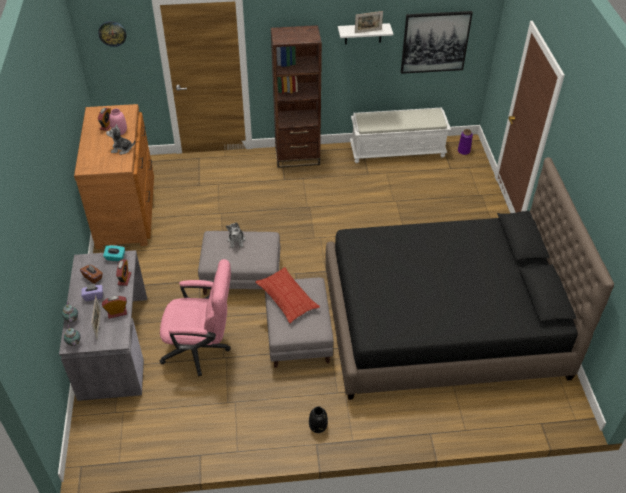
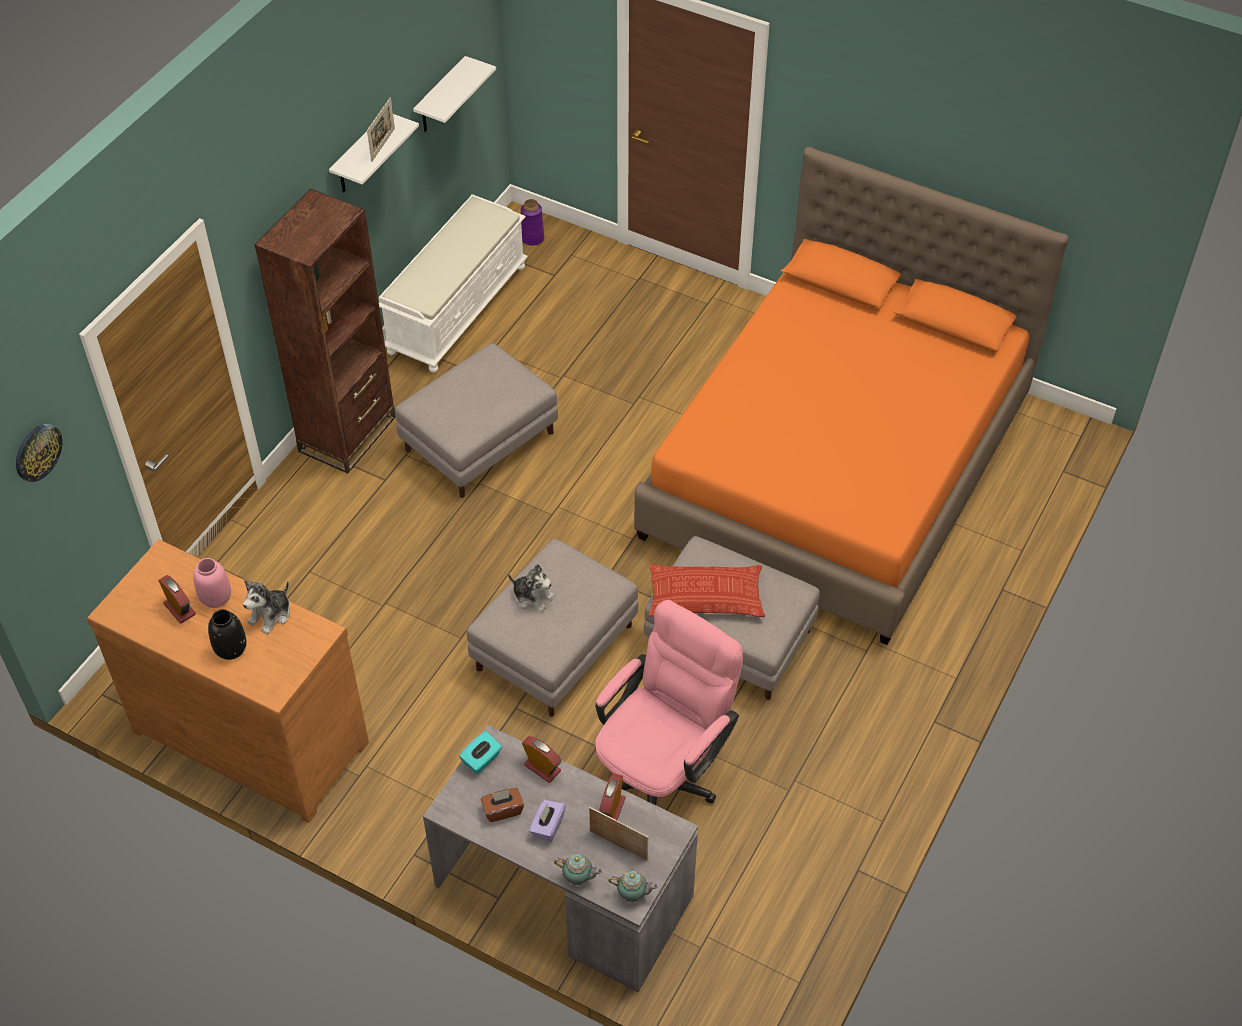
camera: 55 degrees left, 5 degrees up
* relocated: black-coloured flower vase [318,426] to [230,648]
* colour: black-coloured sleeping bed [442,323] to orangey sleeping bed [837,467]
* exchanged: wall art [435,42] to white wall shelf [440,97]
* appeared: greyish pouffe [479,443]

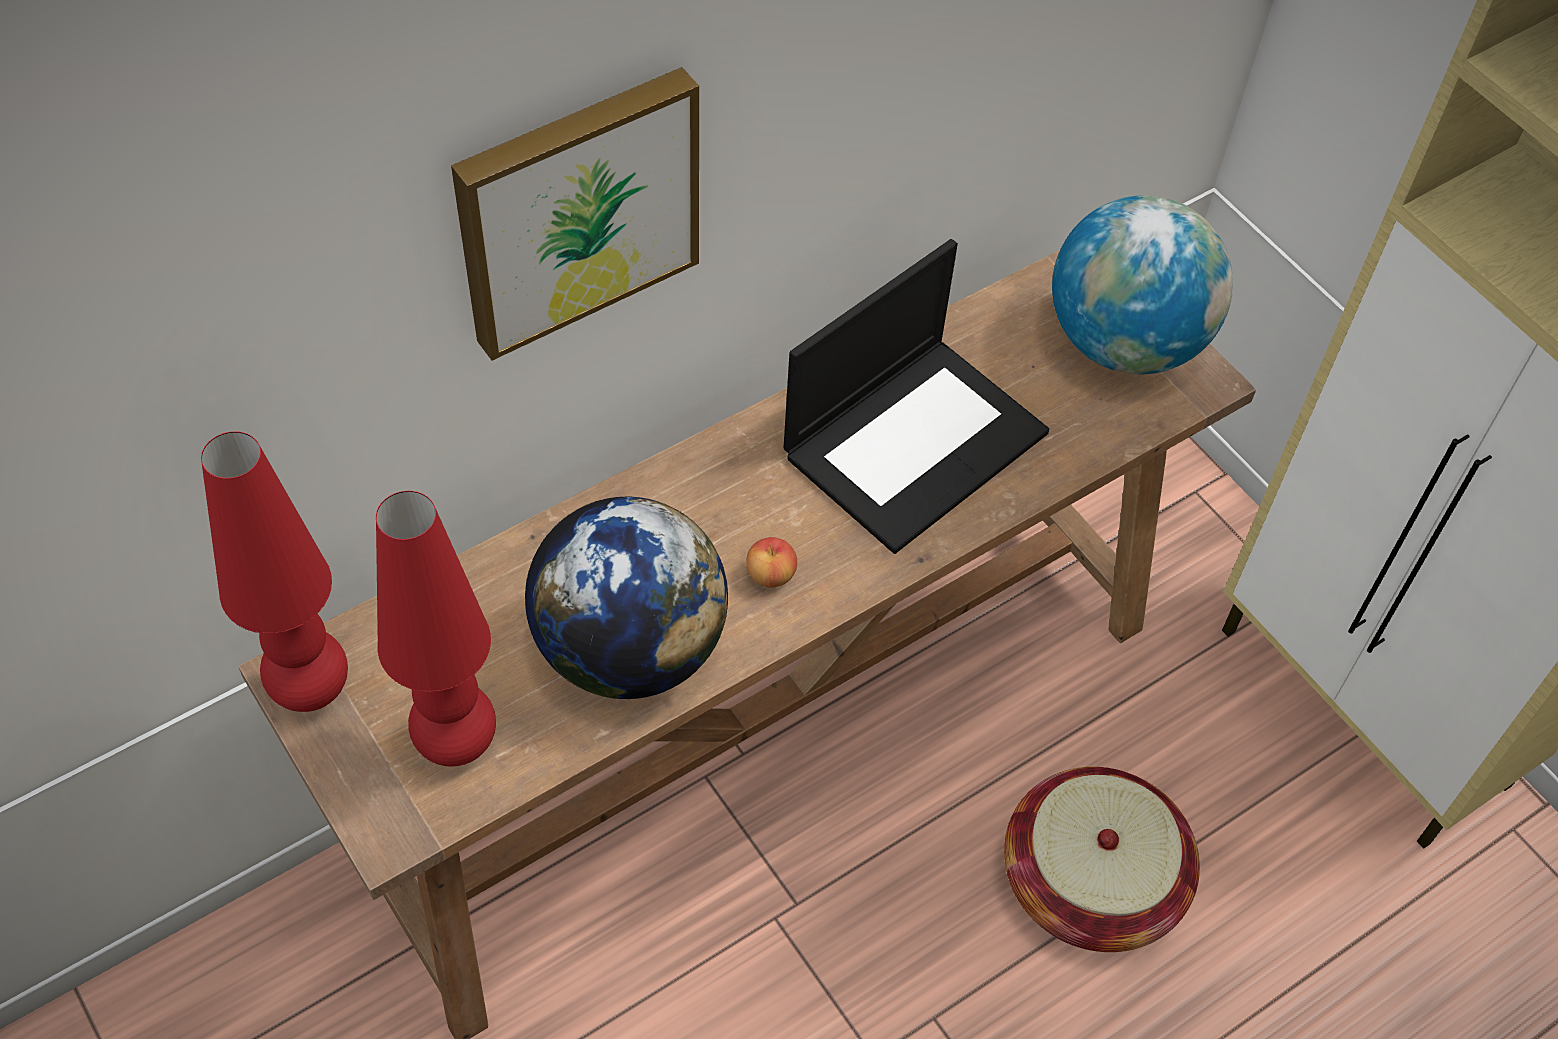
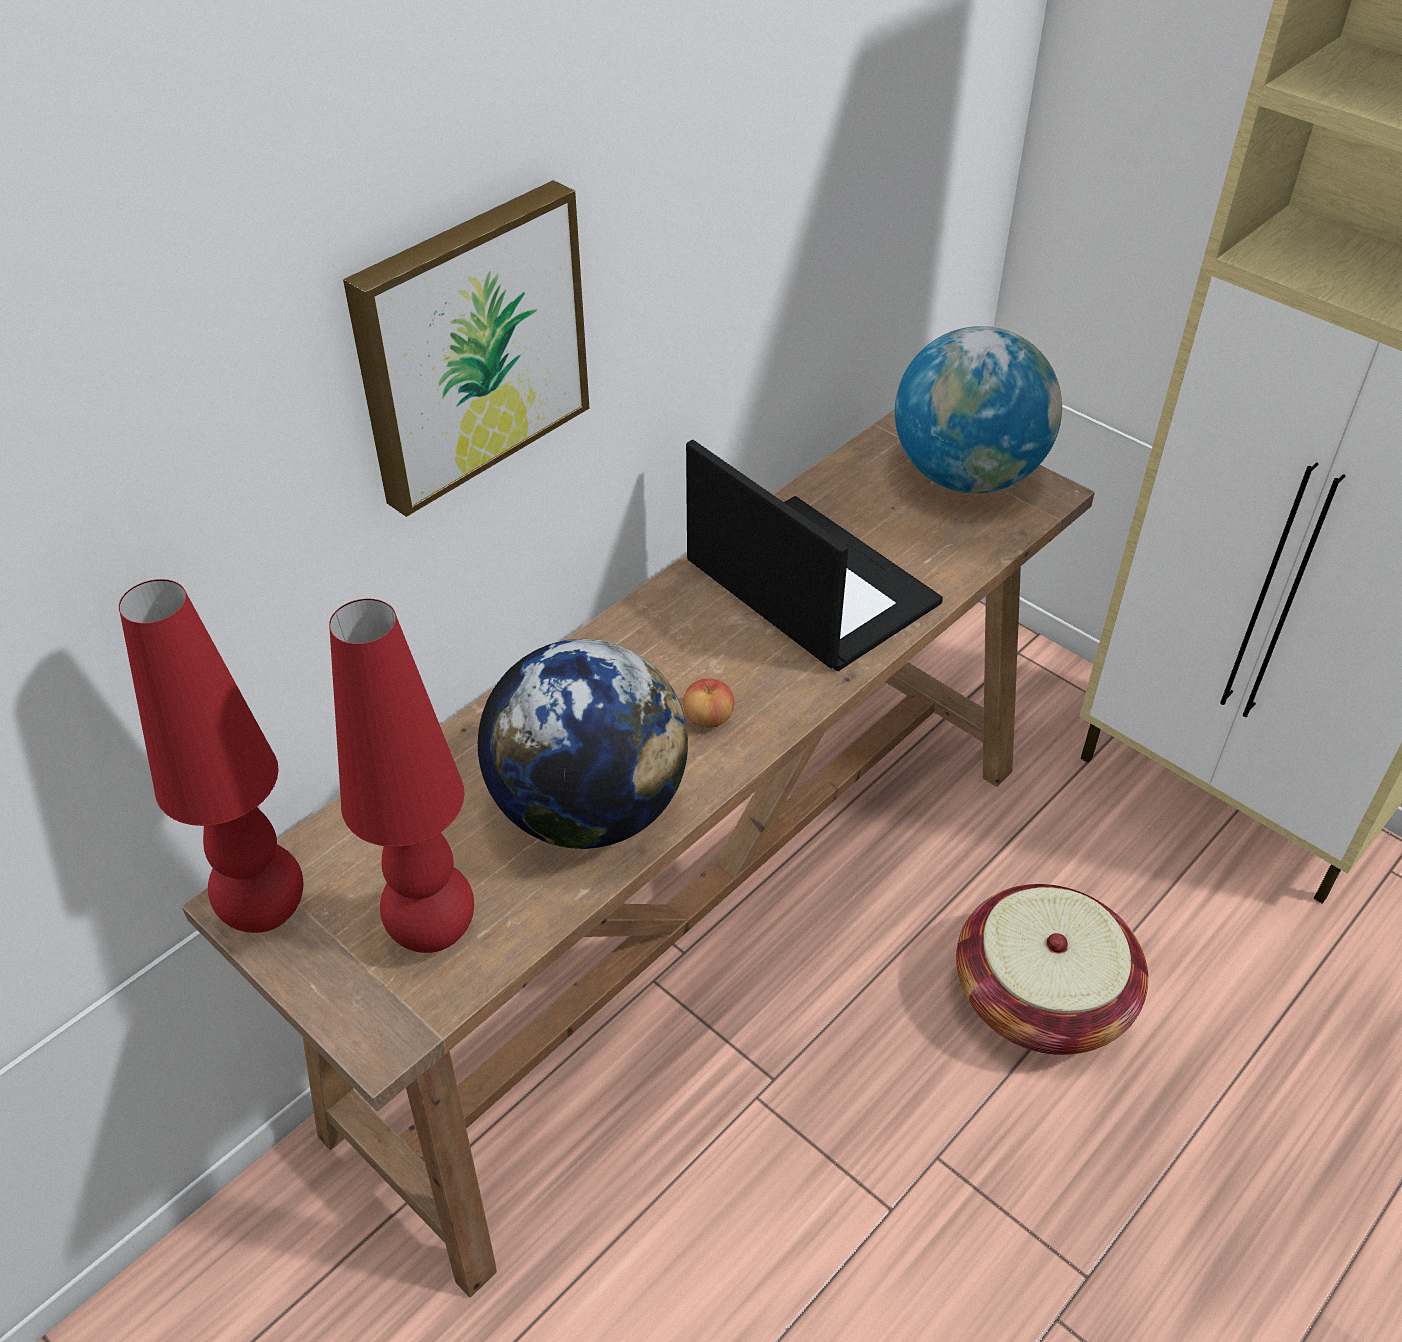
camera: 10 degrees left, 10 degrees down
* spun: notebook computer [915,441] = [807,583] 75 degrees counterclockwise

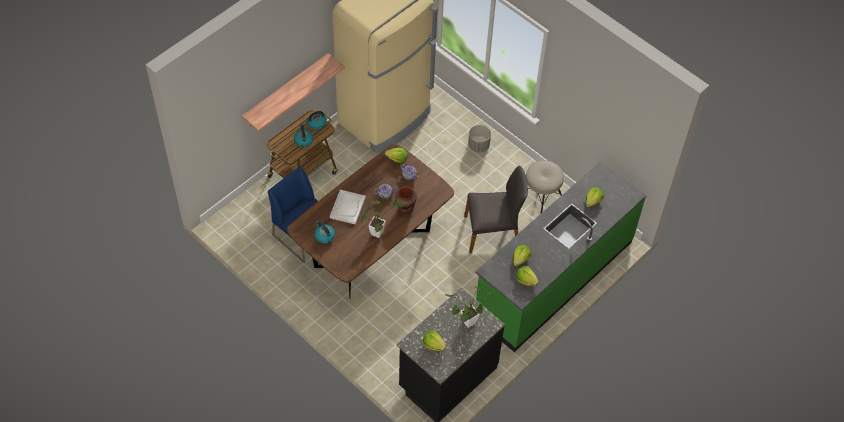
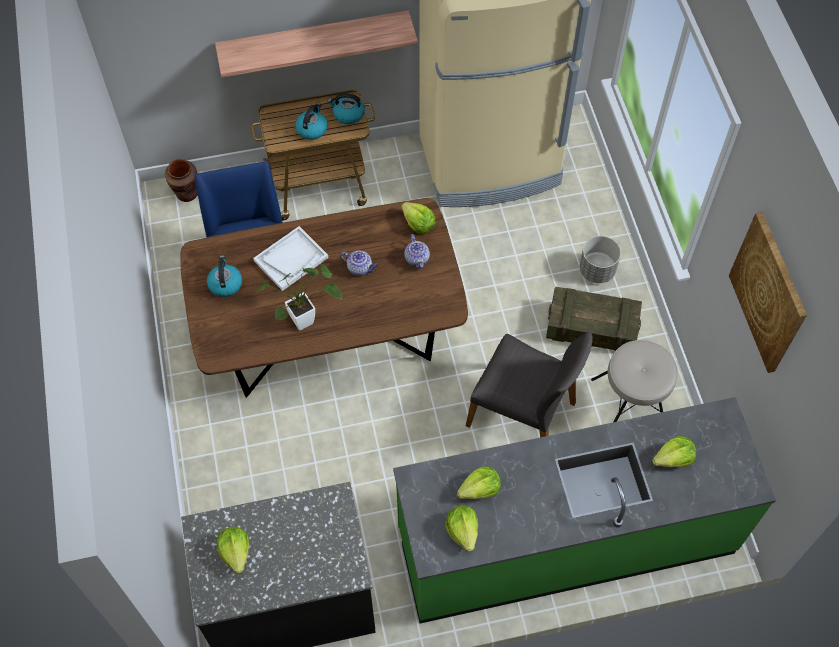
camera: 35 degrees right, 5 degrees up
* relocated: brown-coloured flower vase [405,209] to [186,193]
* missing: potted plant [466,323]
* appeared: shipping crate [591,328]
* appeared: wall art [768,293]

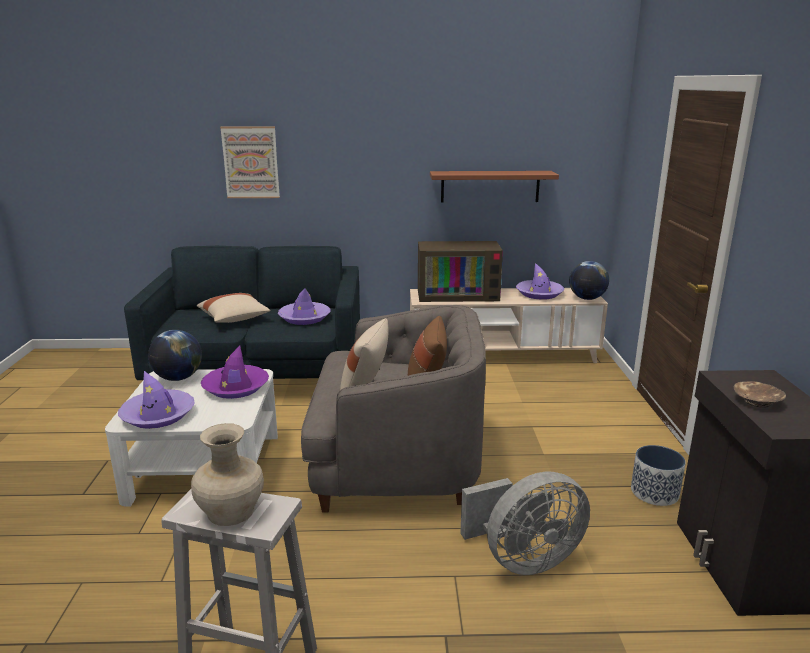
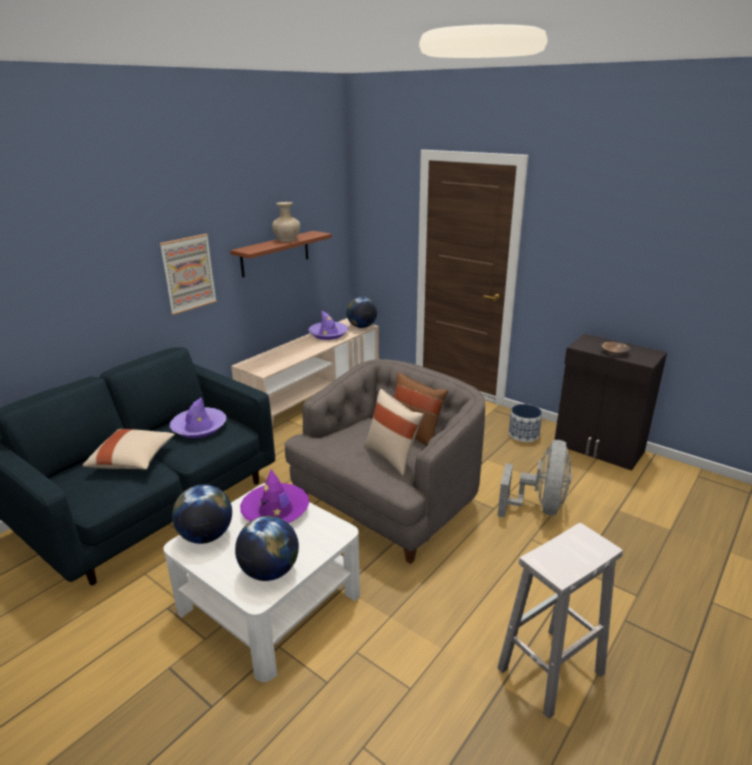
camera: 50 degrees left, 5 degrees up
* exchanged: purple wearable hat [158,415] to world globe [270,571]
* relocated: beige flower vase [231,512] to [287,239]
* relocated: wall art [251,162] to [188,273]
* missing: TV [458,294]

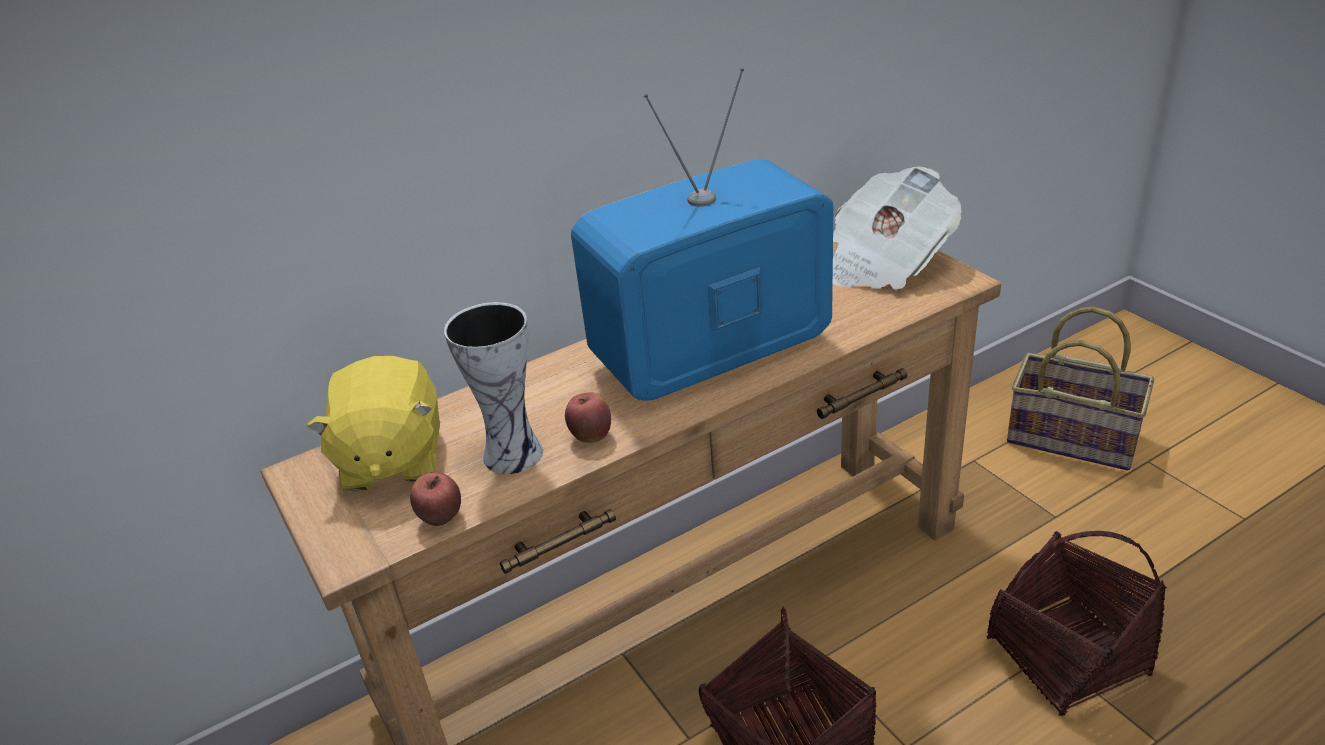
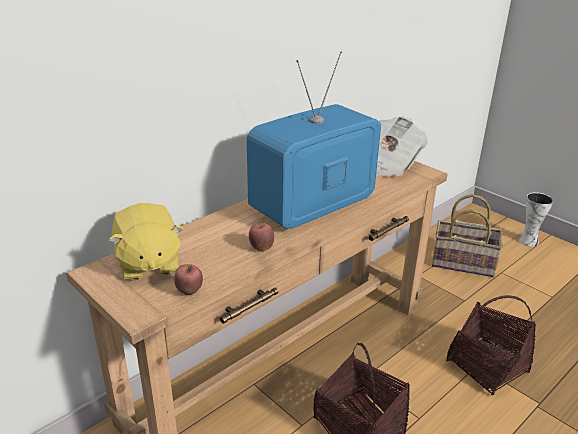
camera: 15 degrees left, 5 degrees down
* relocated: flower vase [515,452] to [528,240]

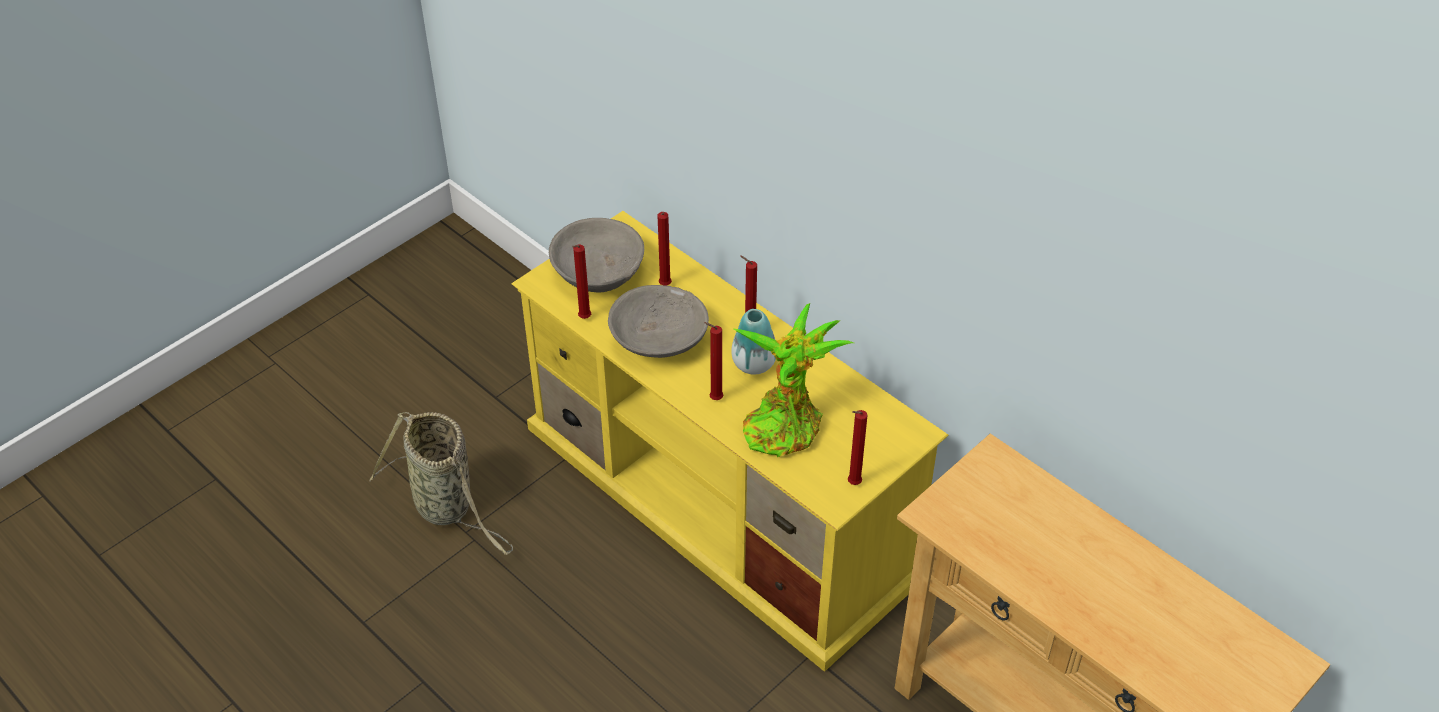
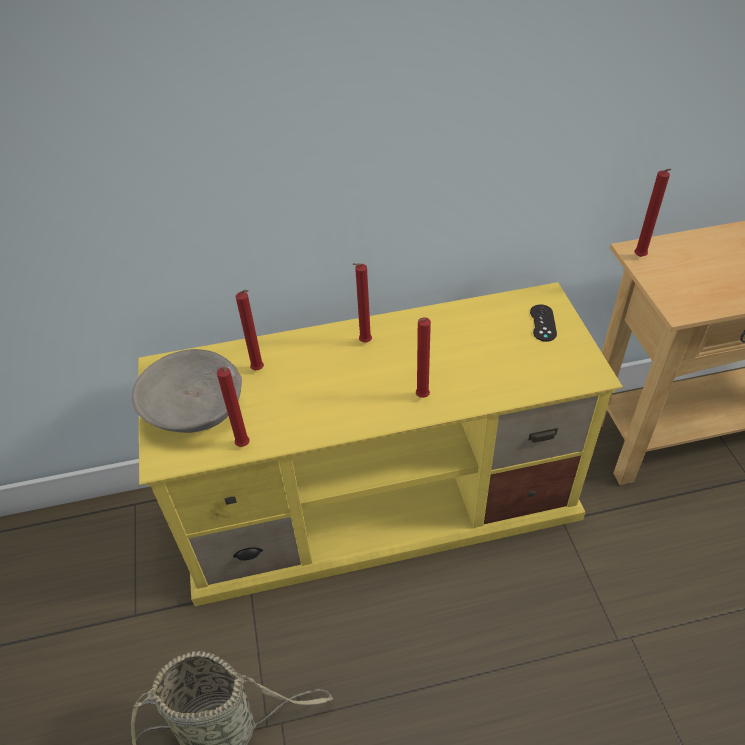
camera: 55 degrees left, 0 degrees up
* missing: greyish deep dish [658,338]
* missing: flower vase [753,363]
* missing: potted plant [785,424]
* relocated: red-coloured candle [852,484] to [640,258]
* appeared: black-coloured gamepad [543,323]

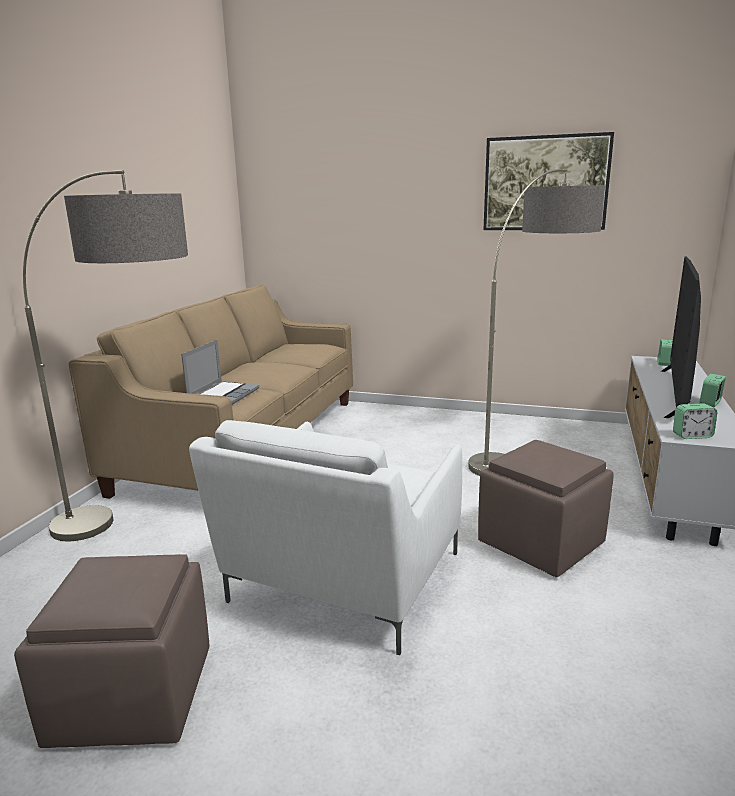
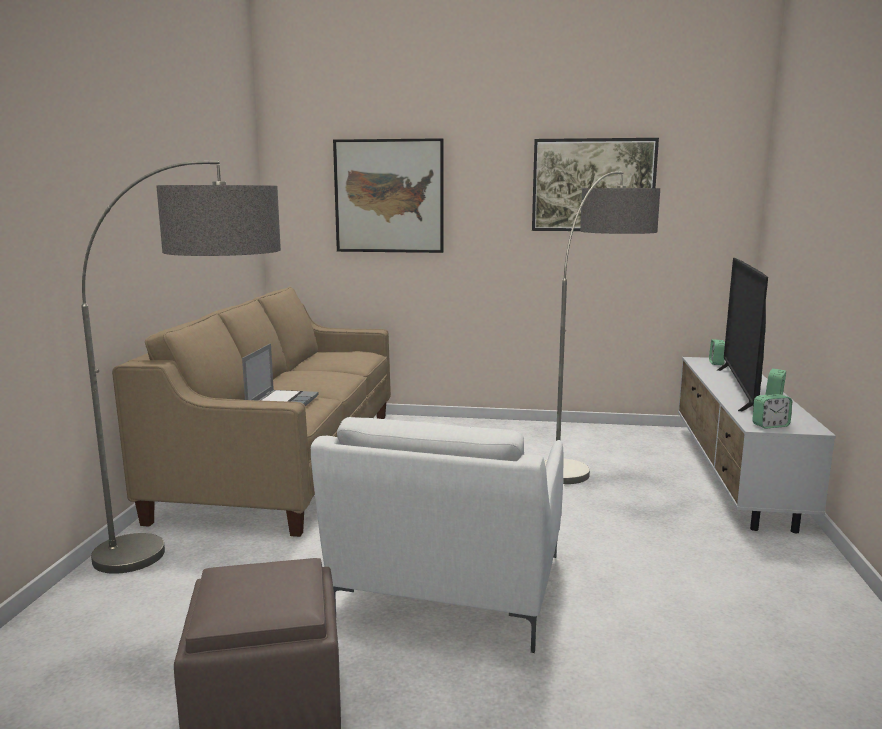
camera: 10 degrees left, 5 degrees down
* missing: brown-coloured pouffe [542,543]
* appeared: wall art [389,196]

